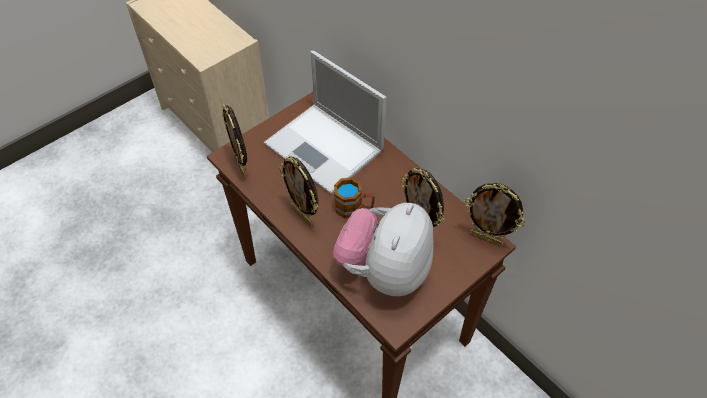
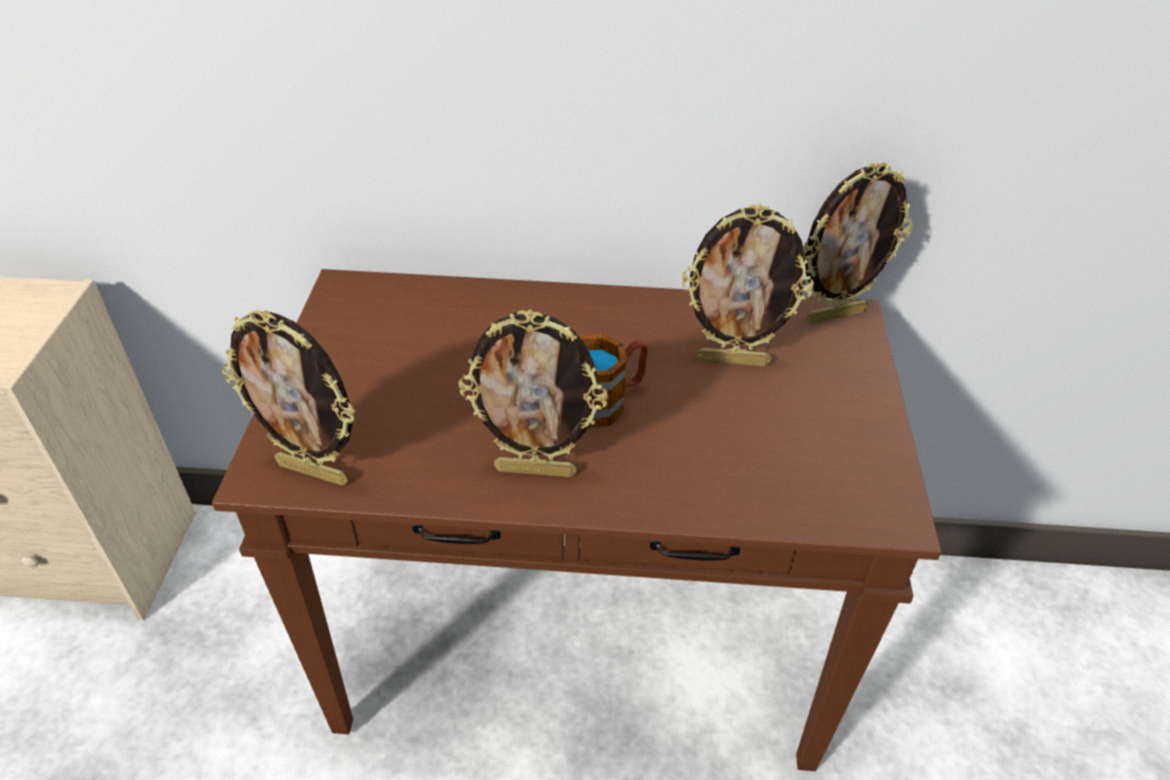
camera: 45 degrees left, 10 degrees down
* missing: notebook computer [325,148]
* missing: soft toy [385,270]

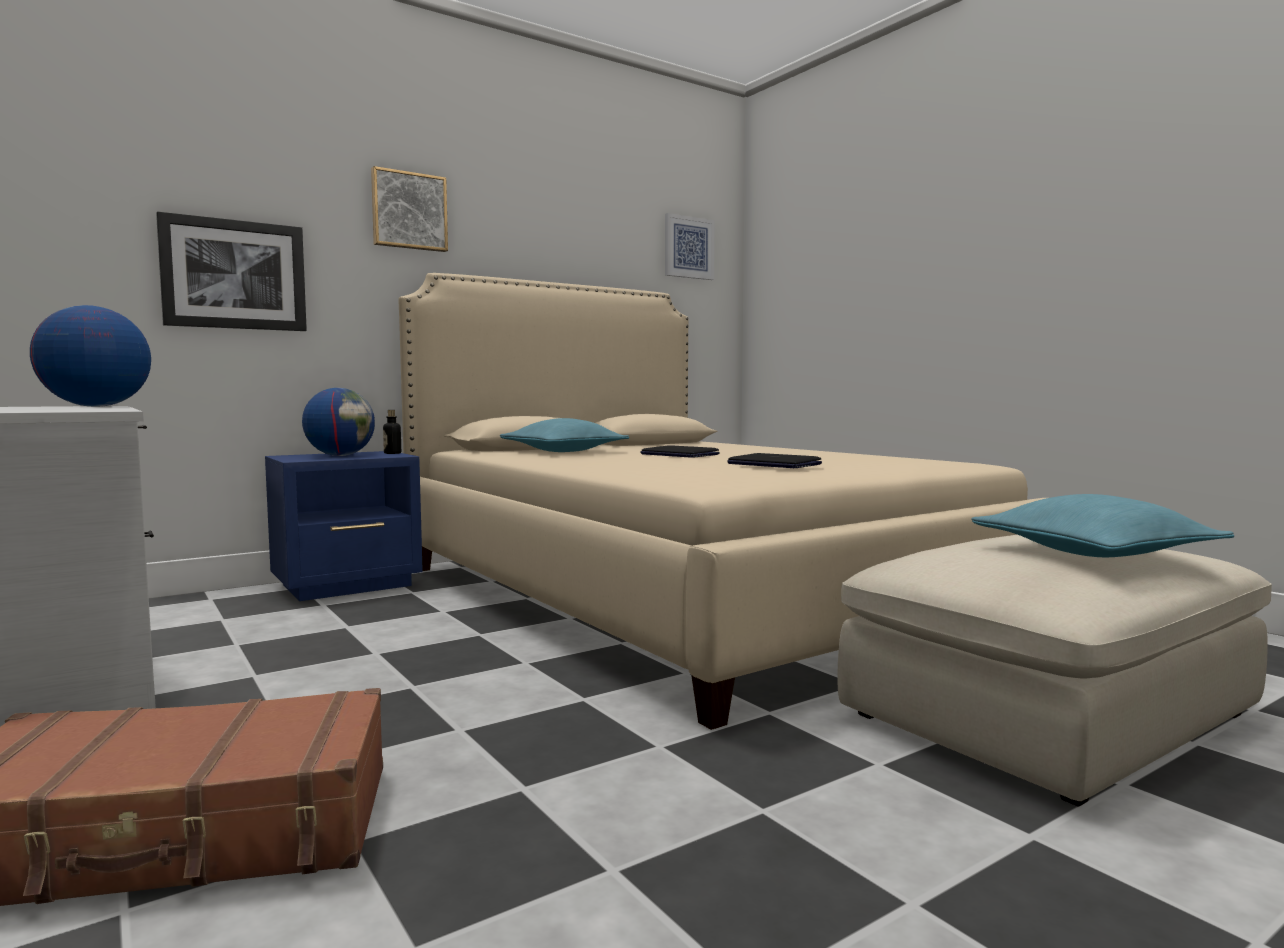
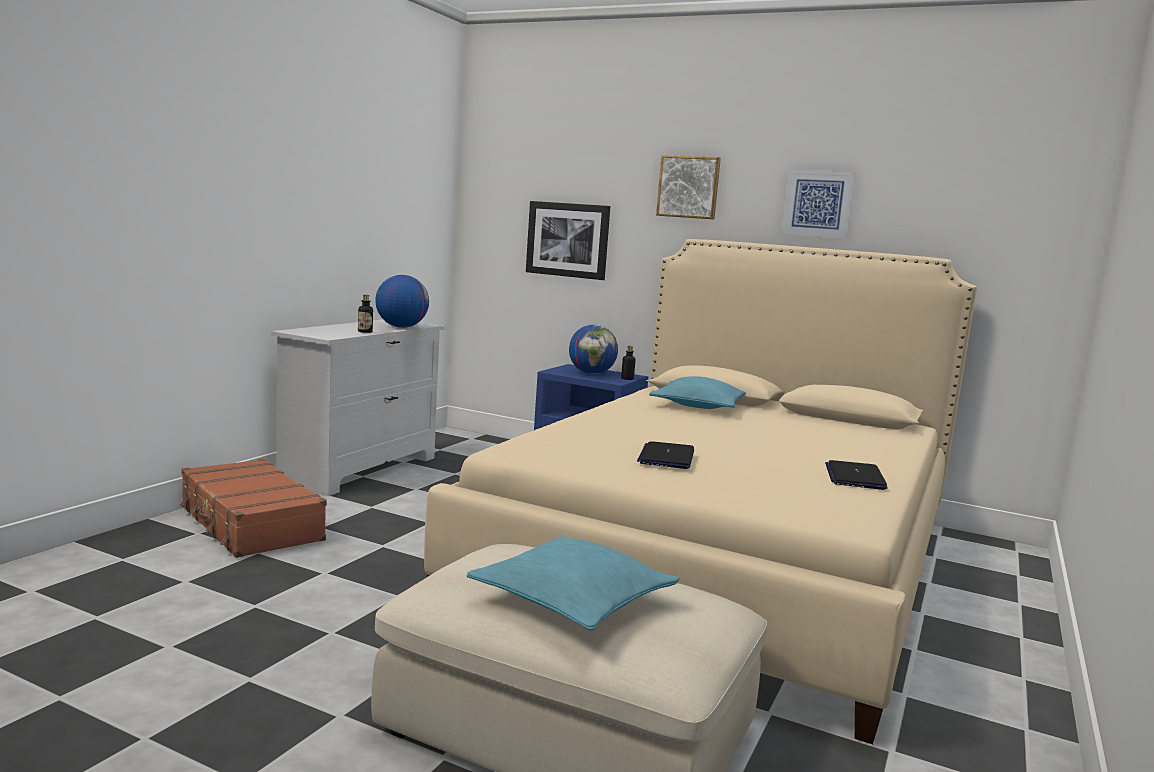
camera: 60 degrees right, 5 degrees up
* relocated: notebook computer [679,454] to [854,477]
* relocated: wall art [688,247] to [818,203]
* appeared: beverage bottle [365,332]

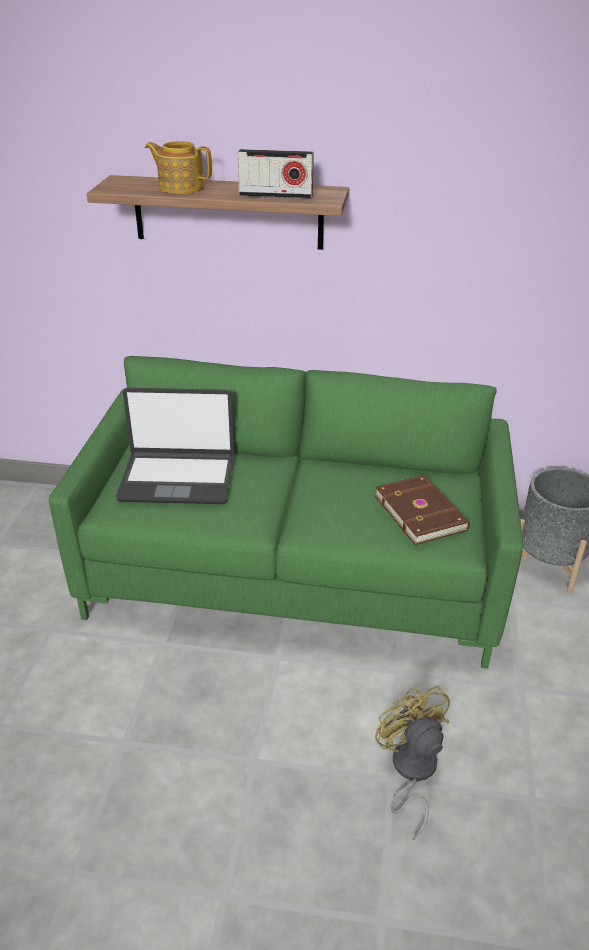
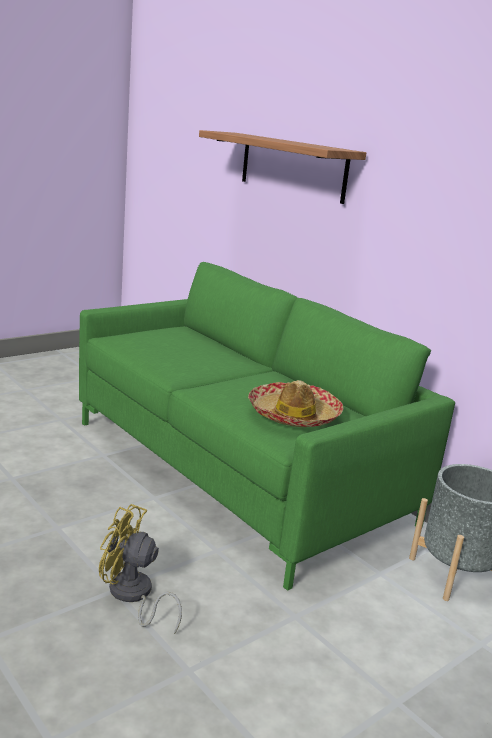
camera: 40 degrees right, 15 degrees down
* missing: notebook computer [178,479]
* missing: teapot [180,187]
* missing: radio [275,195]
* exchanged: brown-coloured bound book [421,511] to wearable hat [294,415]
* spun: yellowish cooling fan [410,772] = [133,596] 90 degrees counterclockwise

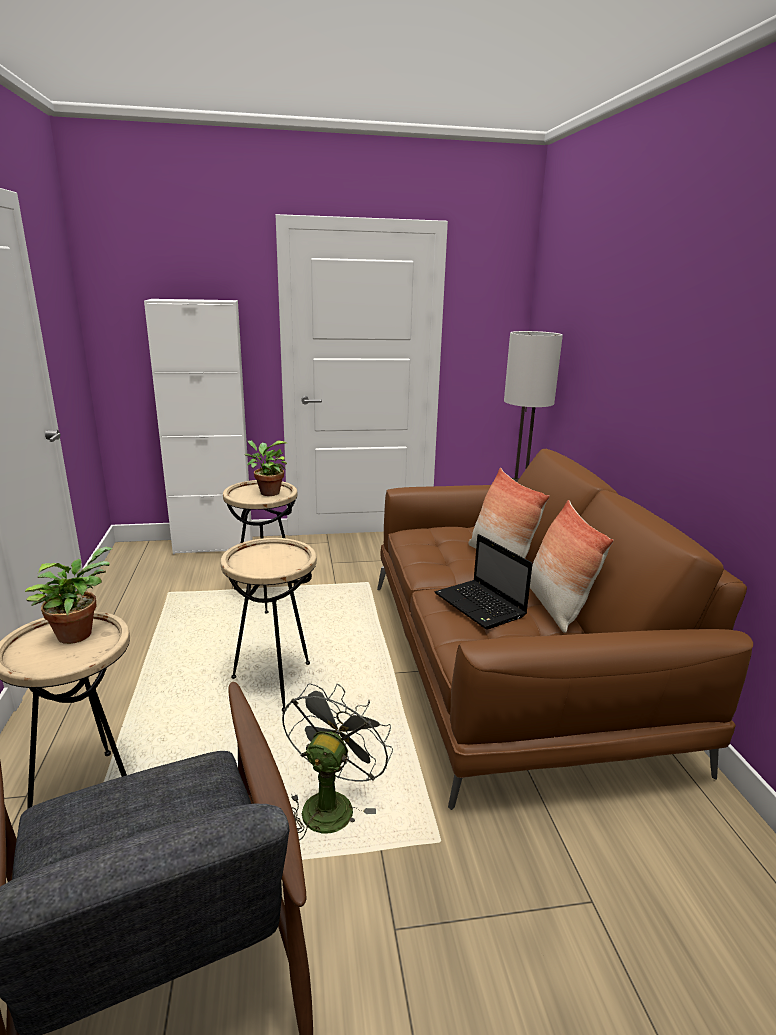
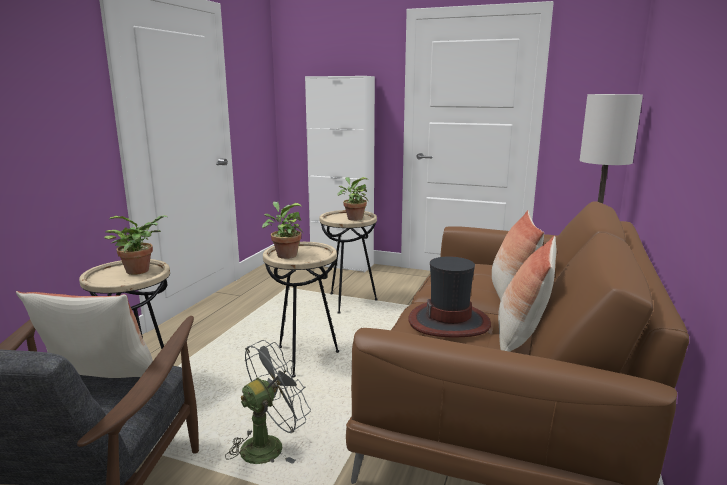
camera: 30 degrees right, 5 degrees down
* exchanged: notebook computer [481,606] to wearable hat [449,321]
* appeared: pillow [102,381]
* appeared: potted plant [285,255]

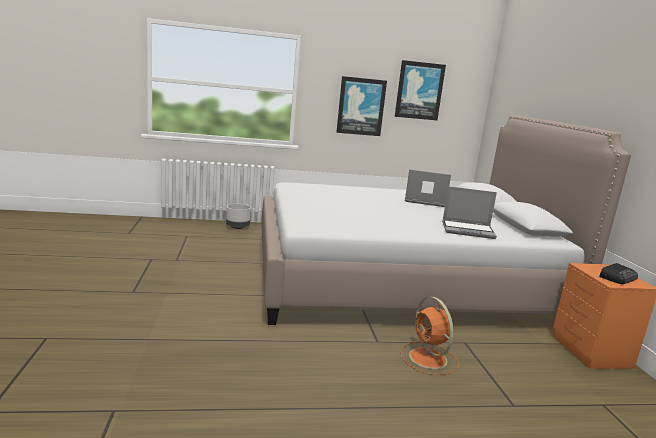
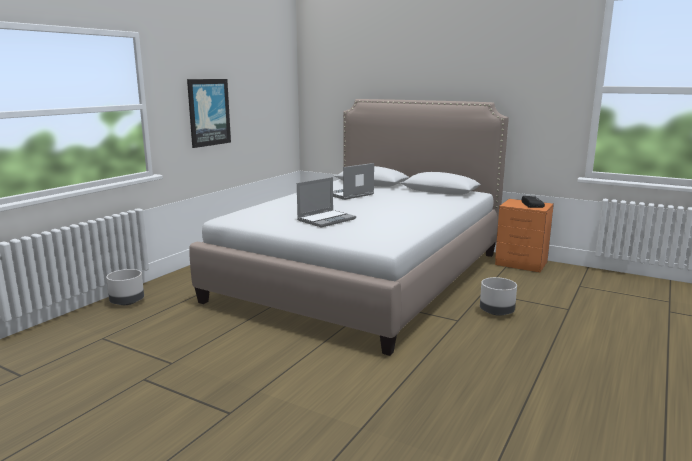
camera: 50 degrees left, 0 degrees up
* missing: wall art [419,90]
* exchanged: orangey cooling fan [429,359] to greyish planter [497,312]
* relocated: notebook computer [468,230] to [326,219]

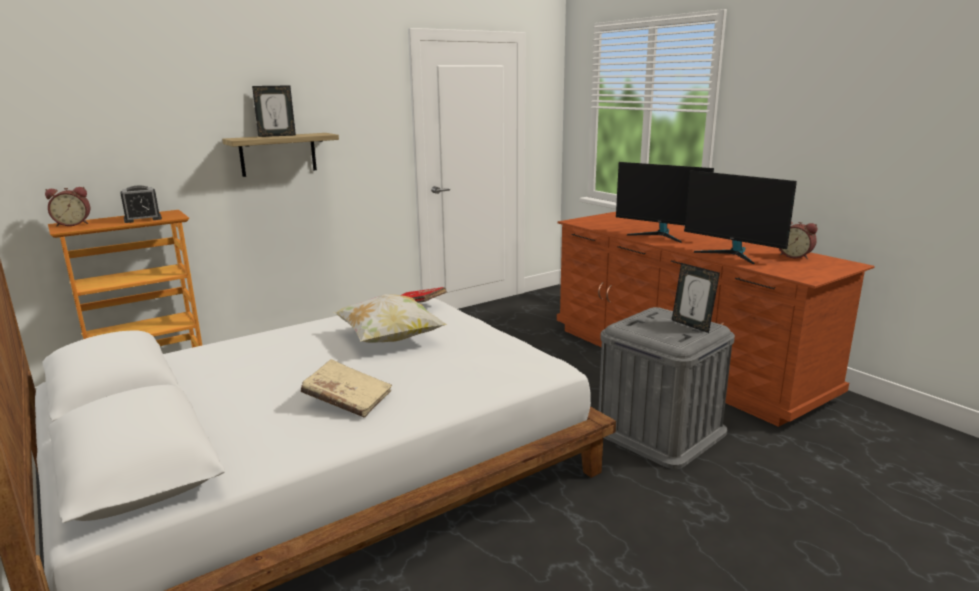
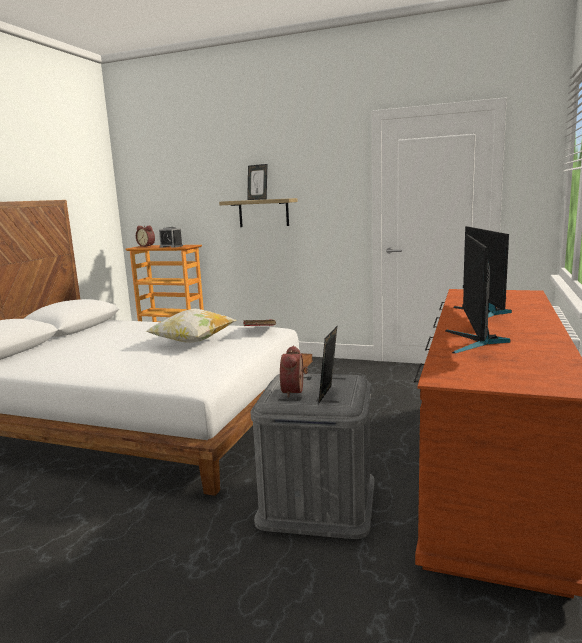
camera: 55 degrees right, 5 degrees down
* missing: beige bound book [348,400]
* relocated: table clock [795,256] to [295,391]

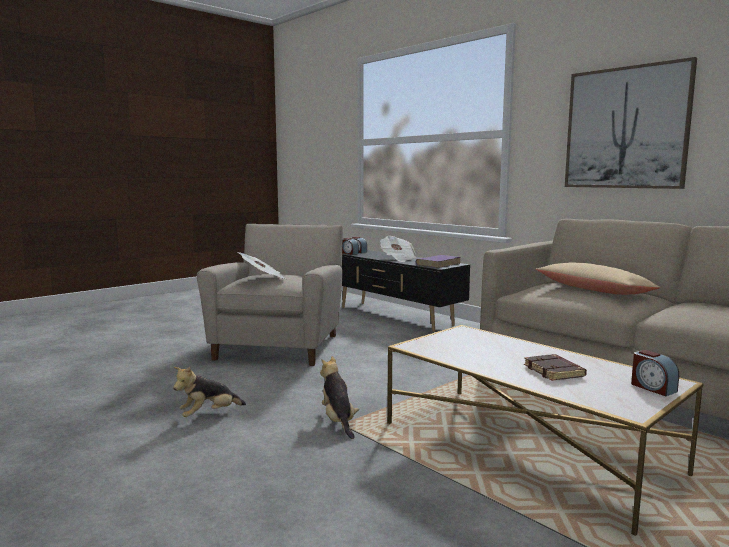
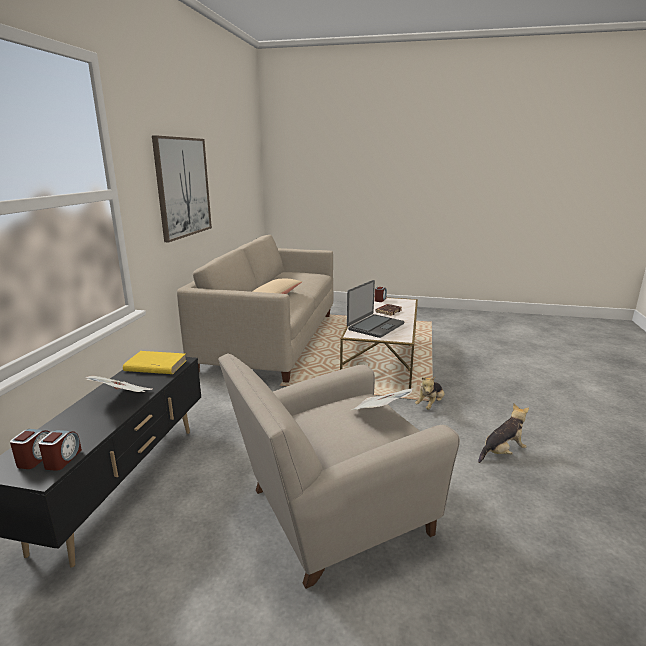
camera: 125 degrees left, 10 degrees up
* spun: soft toy [209,415] = [502,452] 45 degrees counterclockwise
* colour: purple bound book [438,264] to yellowish bound book [155,366]
* appeared: notebook computer [375,326]

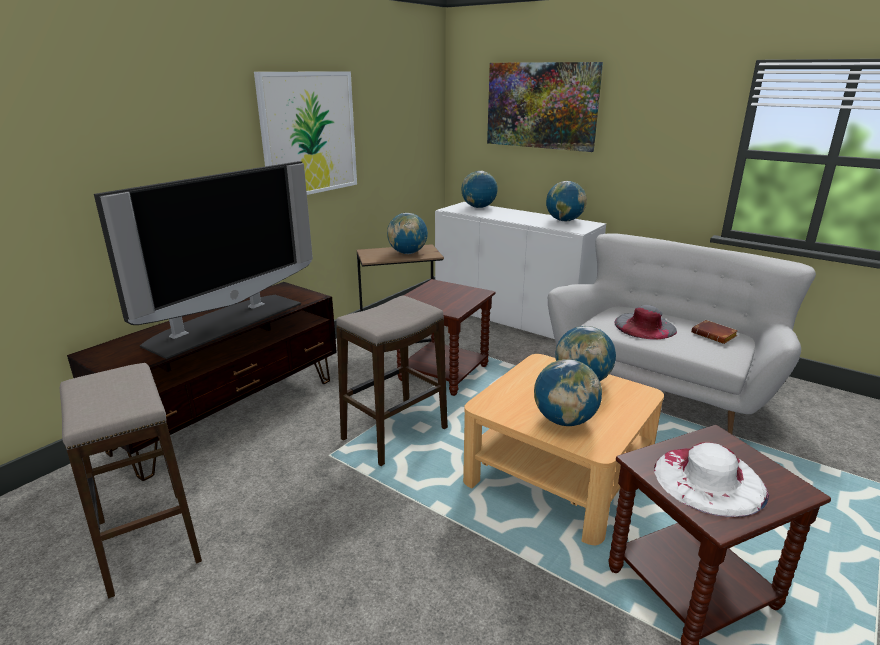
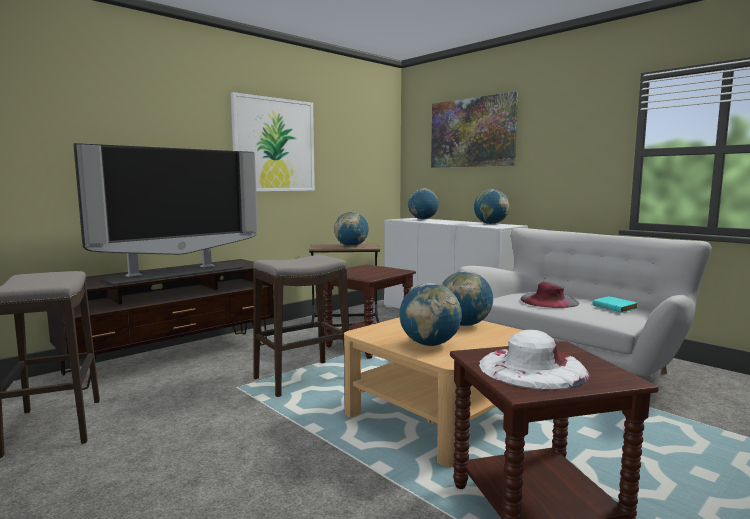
camera: 10 degrees right, 15 degrees down
* colour: brown-coloured bound book [715,335] to turquoise-coloured bound book [616,308]

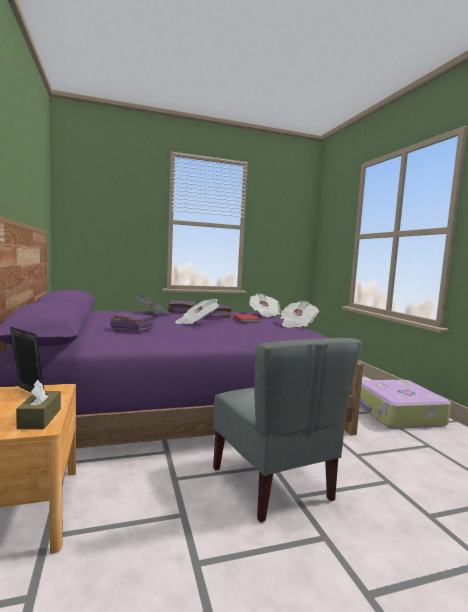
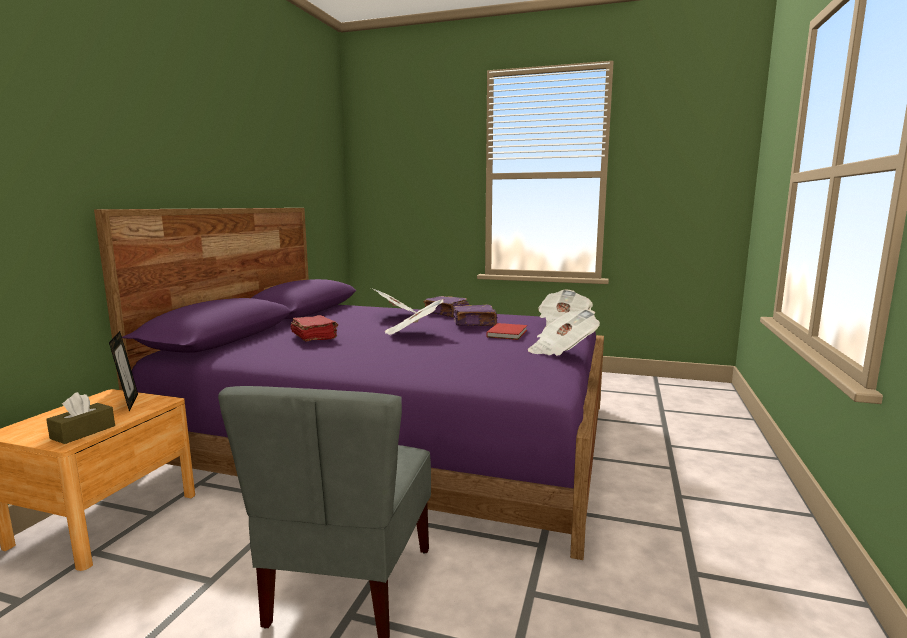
camera: 35 degrees right, 5 degrees up
* colour: purple bound book [132,329] to red-coloured bound book [314,337]
* missing: piece of luggage [397,414]

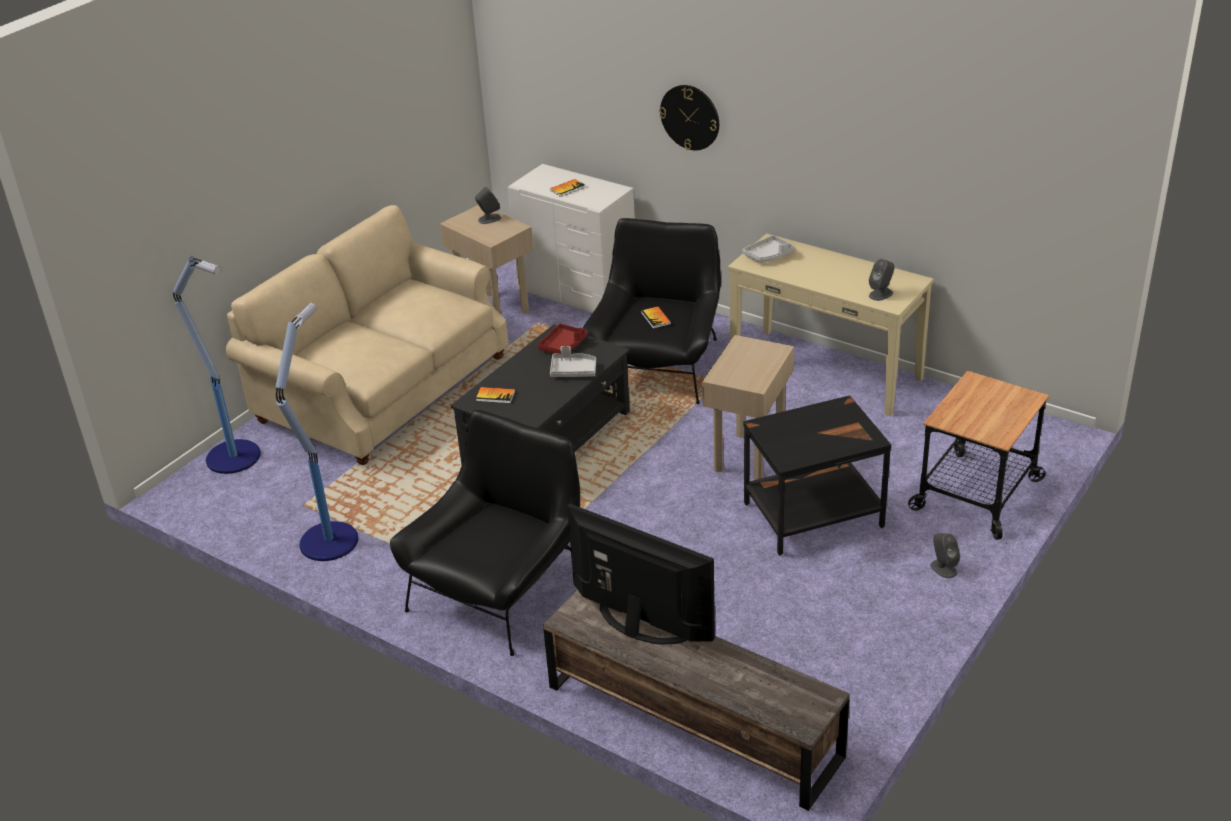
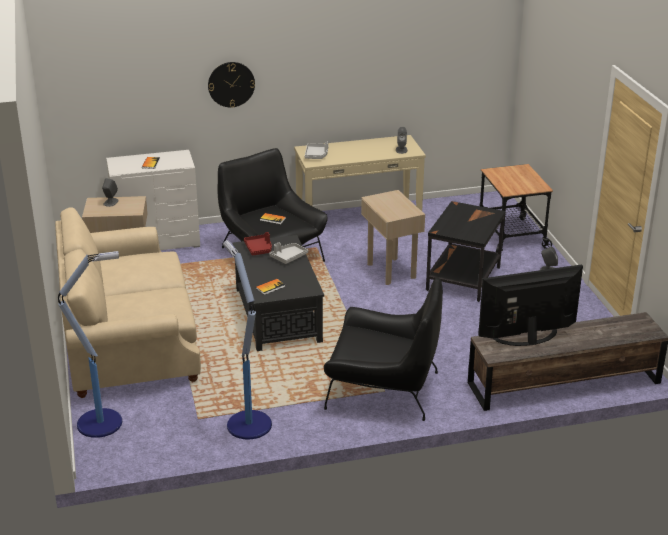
camera: 50 degrees left, 5 degrees down
* spun: black-coloured lounge chair [499,589] = [383,389] 120 degrees clockwise

